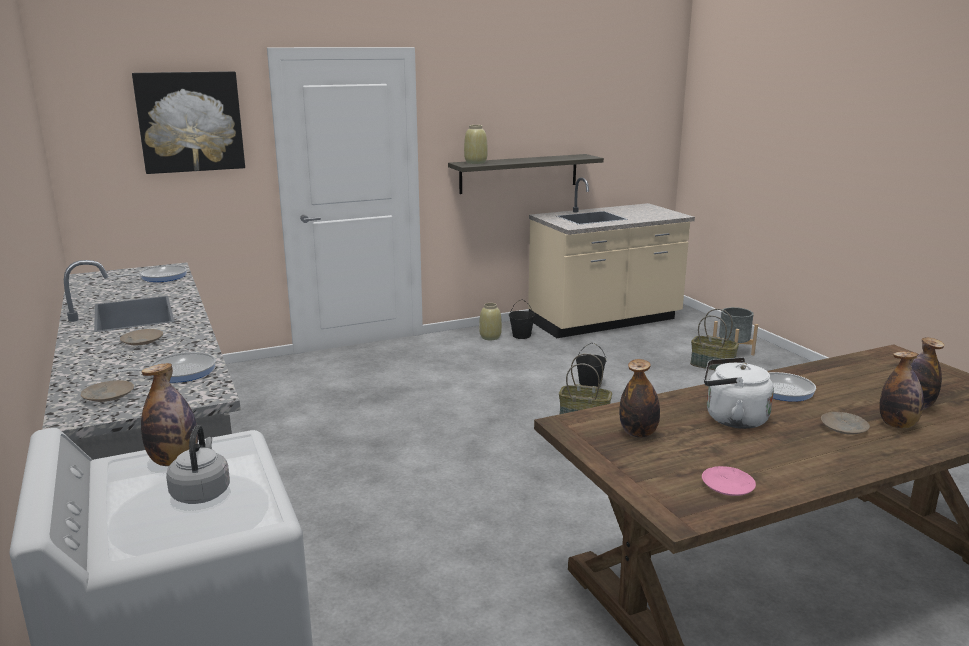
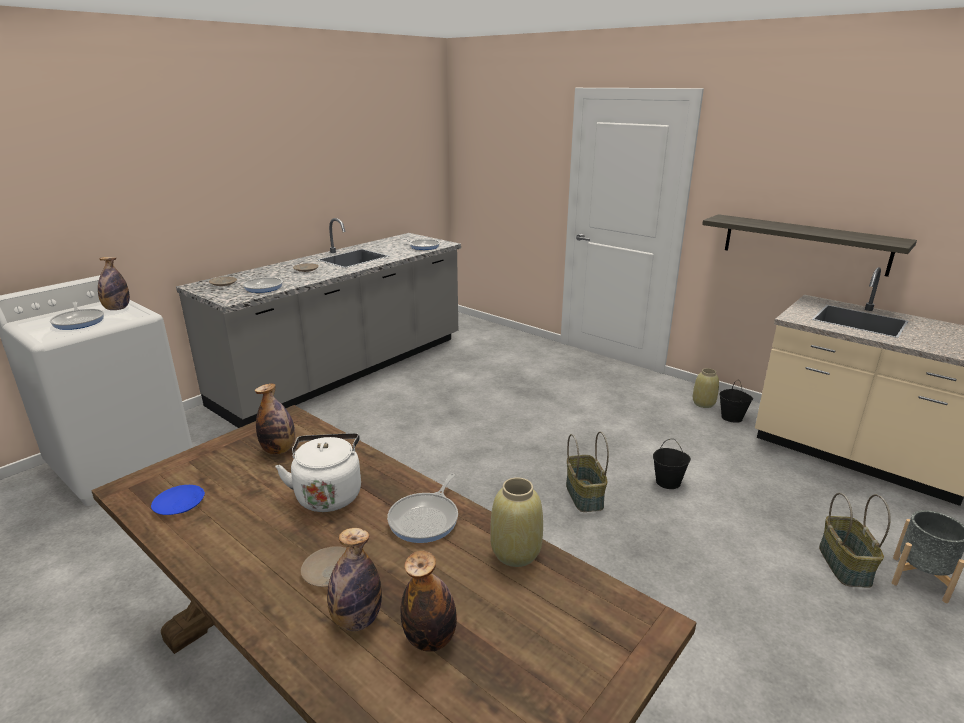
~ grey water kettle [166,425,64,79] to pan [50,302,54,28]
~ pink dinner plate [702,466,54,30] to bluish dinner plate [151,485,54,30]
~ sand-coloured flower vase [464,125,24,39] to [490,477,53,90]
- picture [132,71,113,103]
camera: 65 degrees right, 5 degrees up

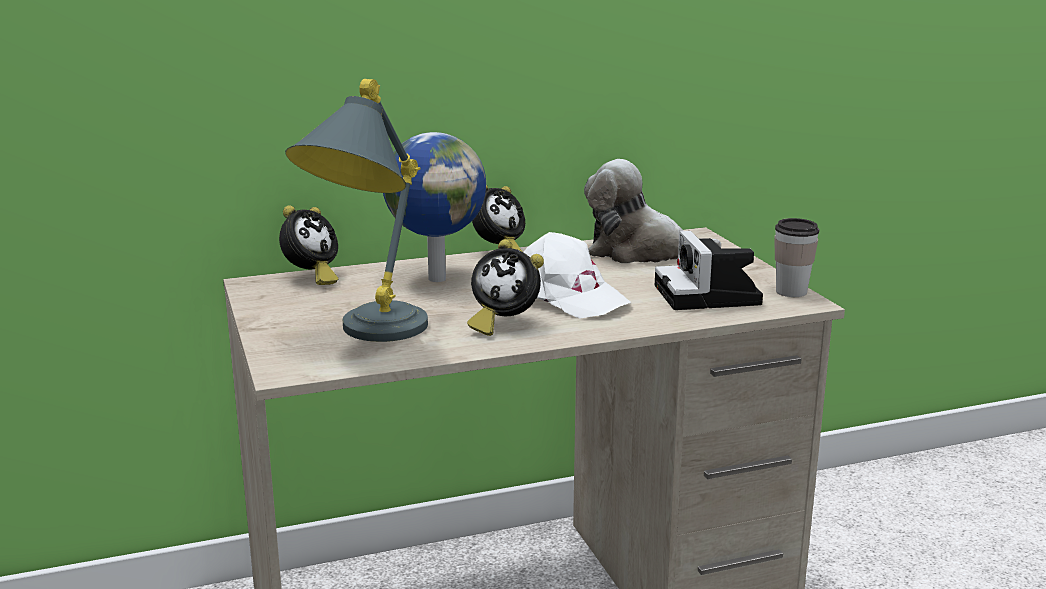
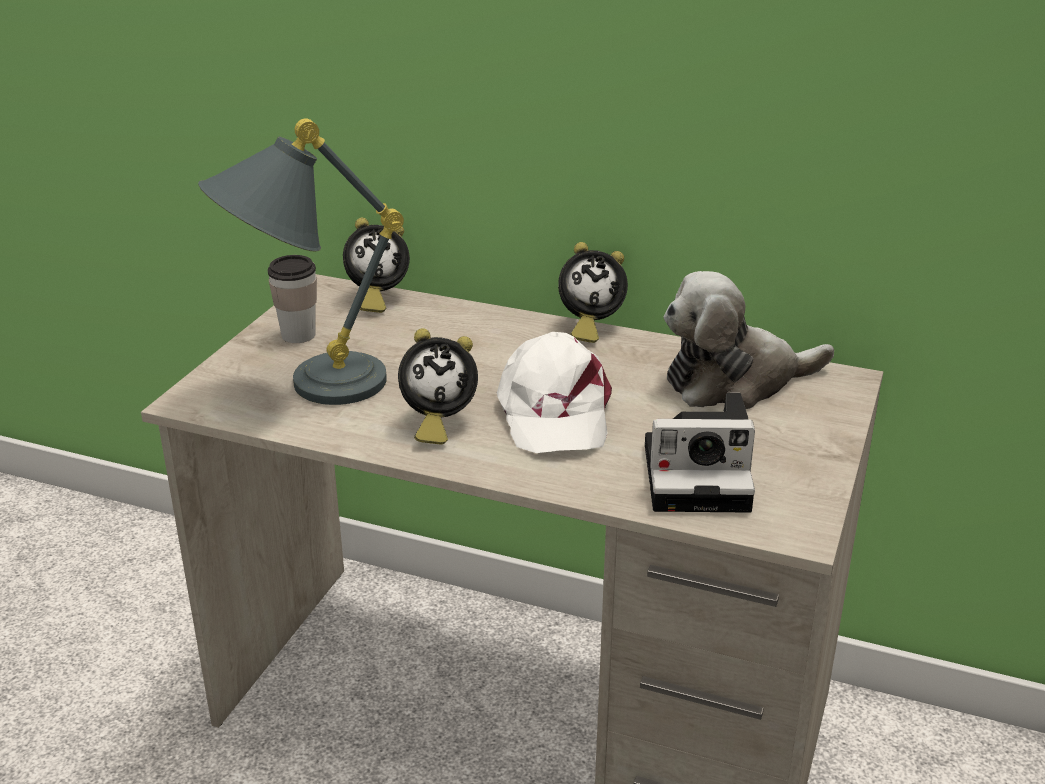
~ cup [775,218,44,79] to [268,255,49,88]
~ table clock [467,239,77,97] = [398,328,80,116] 75 degrees counterclockwise
~ still camera [655,231,108,79] = [645,393,110,120] 120 degrees counterclockwise
~ cuddly toy [584,159,137,104] = [664,271,170,138] 75 degrees counterclockwise
- world globe [383,132,103,150]
camera: 40 degrees right, 10 degrees up

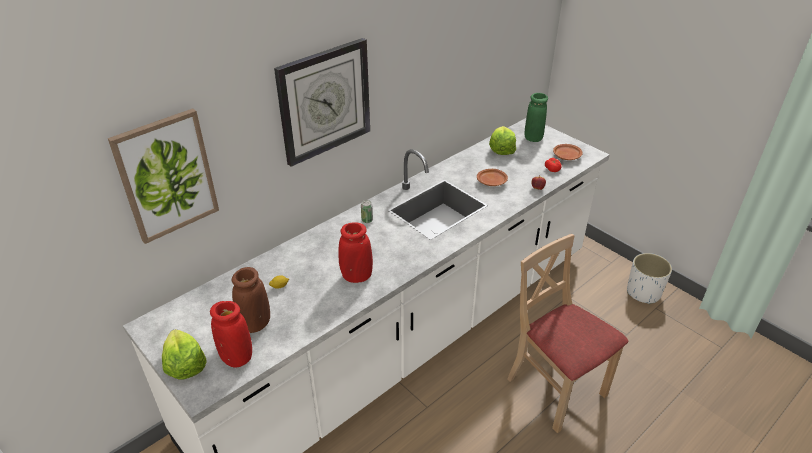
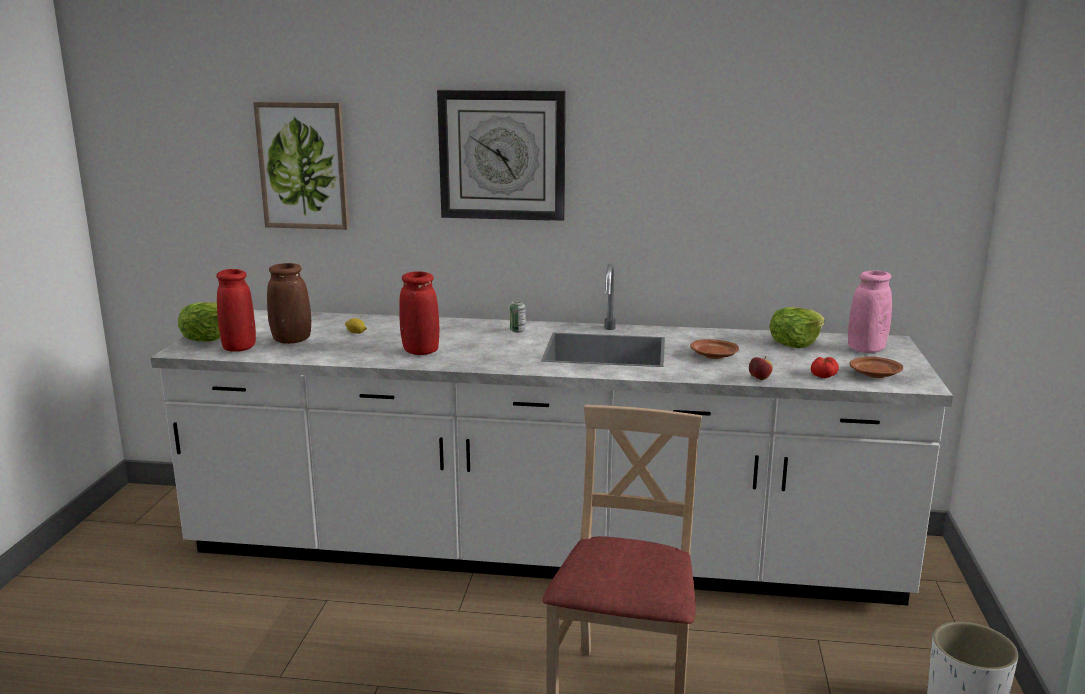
~ green flower vase [525,93,23,49] to pink flower vase [848,271,44,82]
camera: 50 degrees right, 20 degrees down

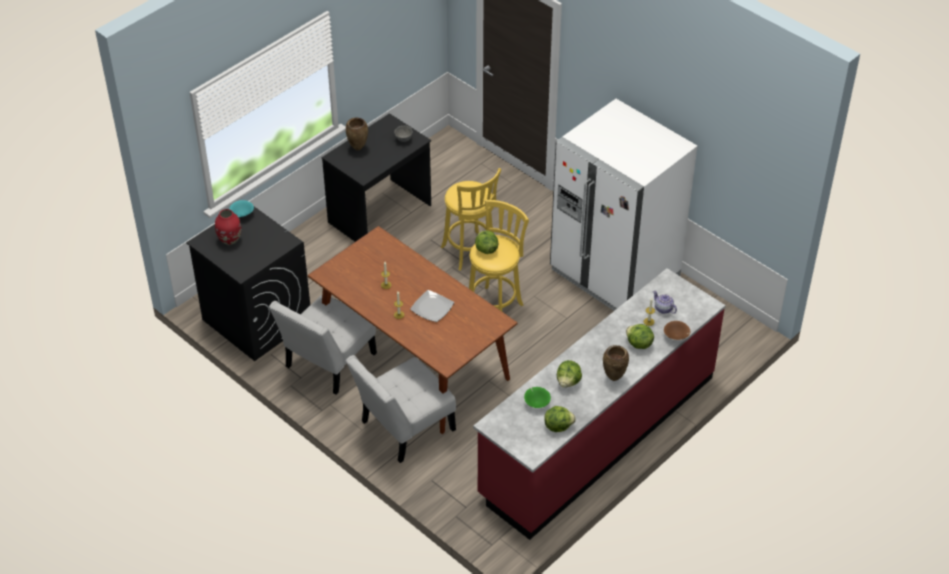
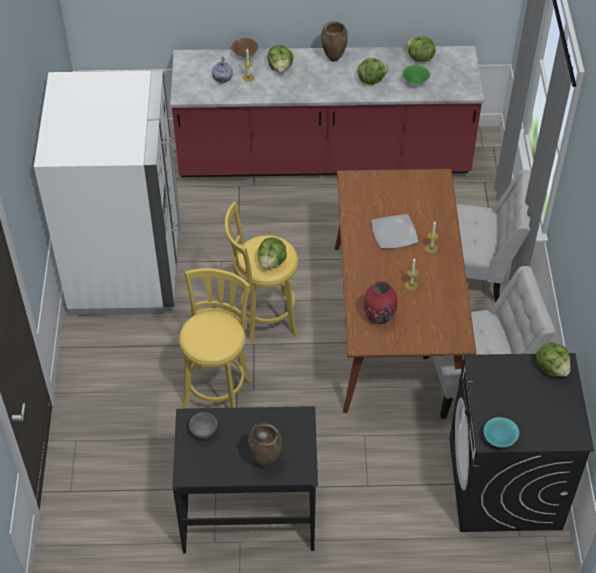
~ red-coloured flower vase [215,209,26,36] to [364,281,33,43]
+ head of lettuce [536,342,35,35]
camera: 135 degrees left, 5 degrees up

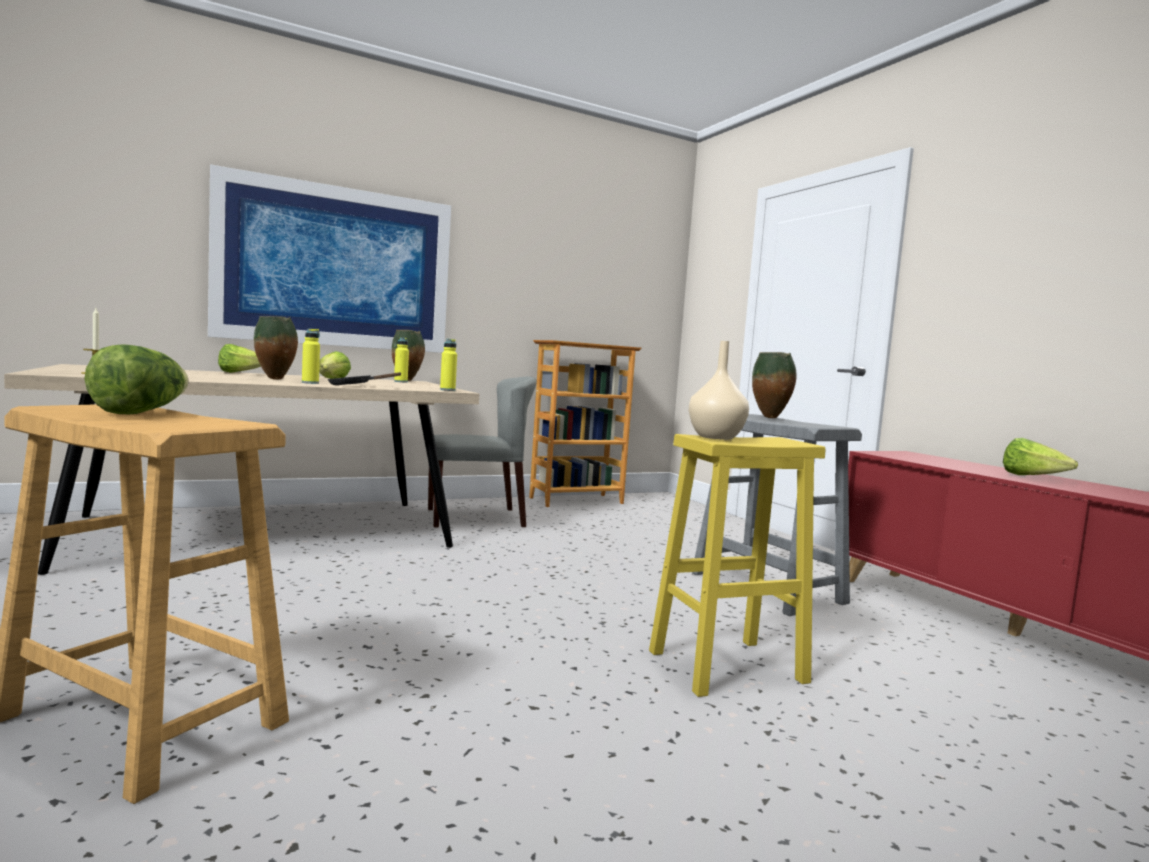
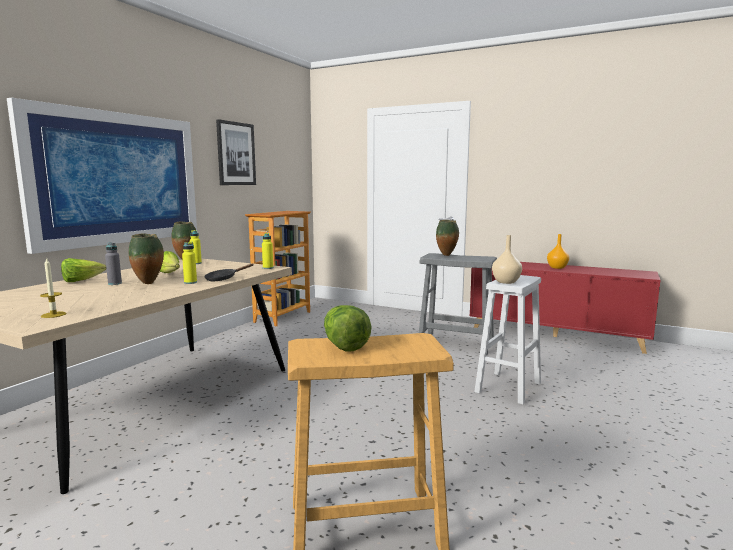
+ grey drink bottle [105,243,17,42]
+ picture [216,119,40,66]
~ yellow stool [649,434,176,263] to white stool [474,275,67,130]
~ head of lettuce [1003,438,75,37] to orange-coloured flower vase [547,234,22,35]
- grey chair [428,377,109,150]
camera: 35 degrees left, 5 degrees up

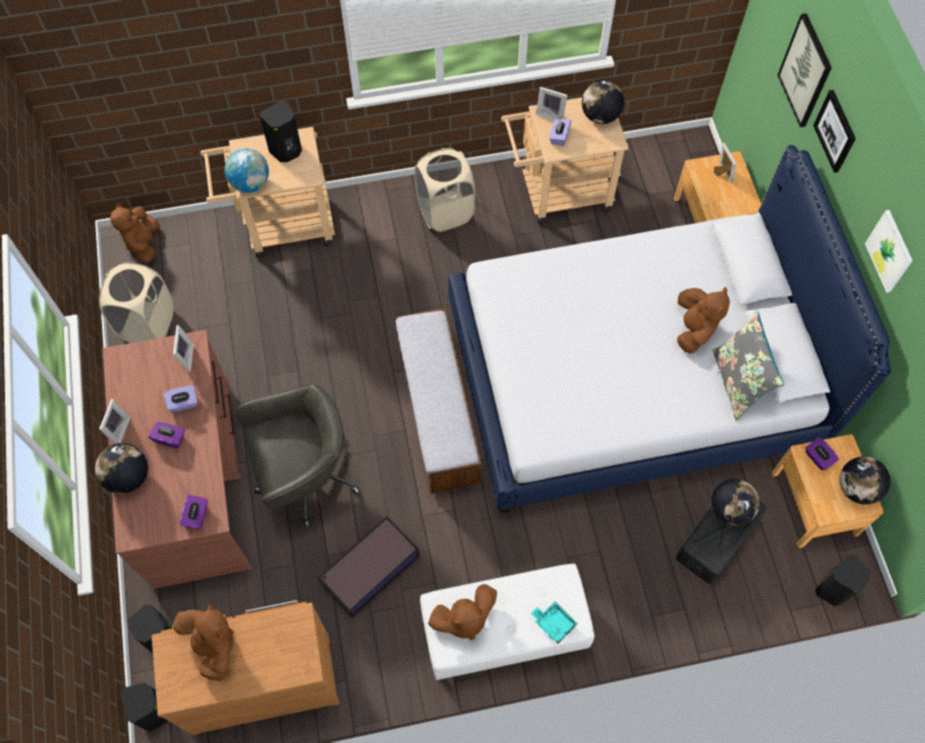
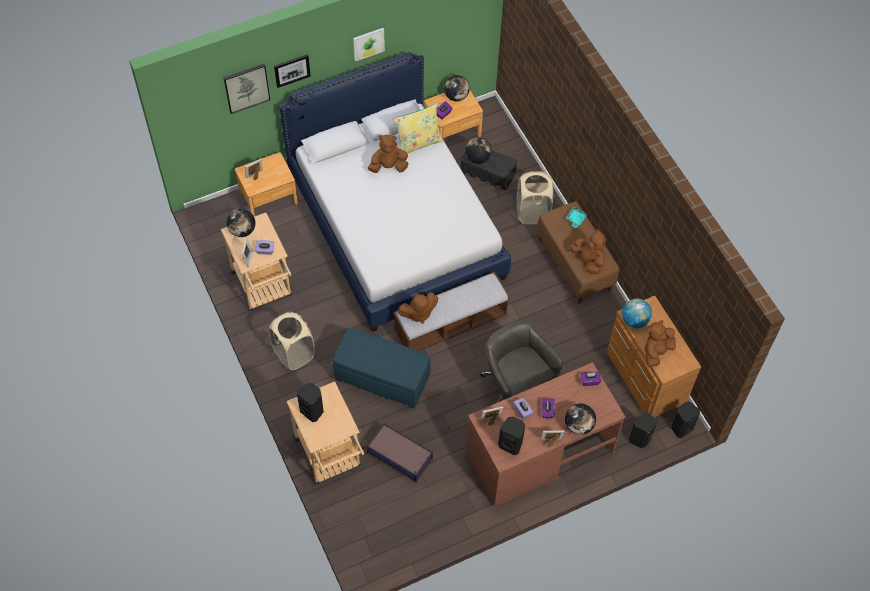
+ bluish footrest [333,328,98,81]
~ storage bin [318,516,102,102] to [367,423,66,59]
~ grey cushion [712,310,72,111] to yellow cushion [393,103,50,51]
~ brownish cuddly toy [110,203,50,60] to [398,292,40,32]
~ black loudspeaker [815,555,55,51] to [498,417,27,38]
~ sand-coloured hamper [99,262,75,81] to [517,171,36,54]
~ white bench [420,564,174,116] to brownish bench [537,201,82,103]
~ world globe [225,148,44,45] to [622,298,30,30]
camera: 105 degrees left, 5 degrees down

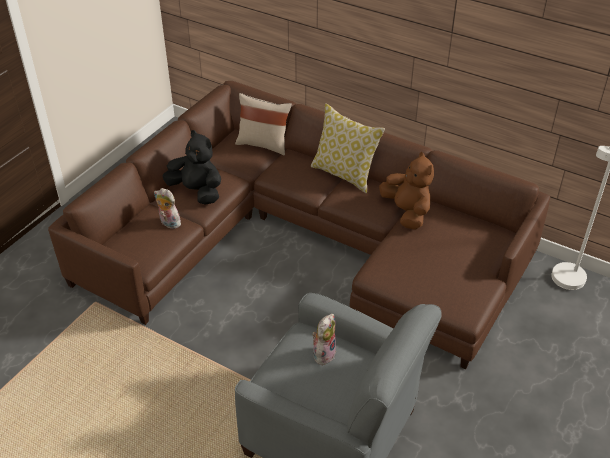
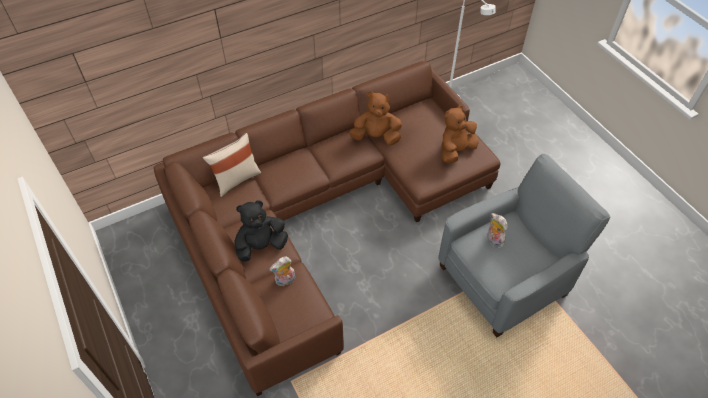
+ brownish cuddly toy [441,105,37,58]
- cushion [311,103,74,90]
camera: 60 degrees left, 10 degrees up

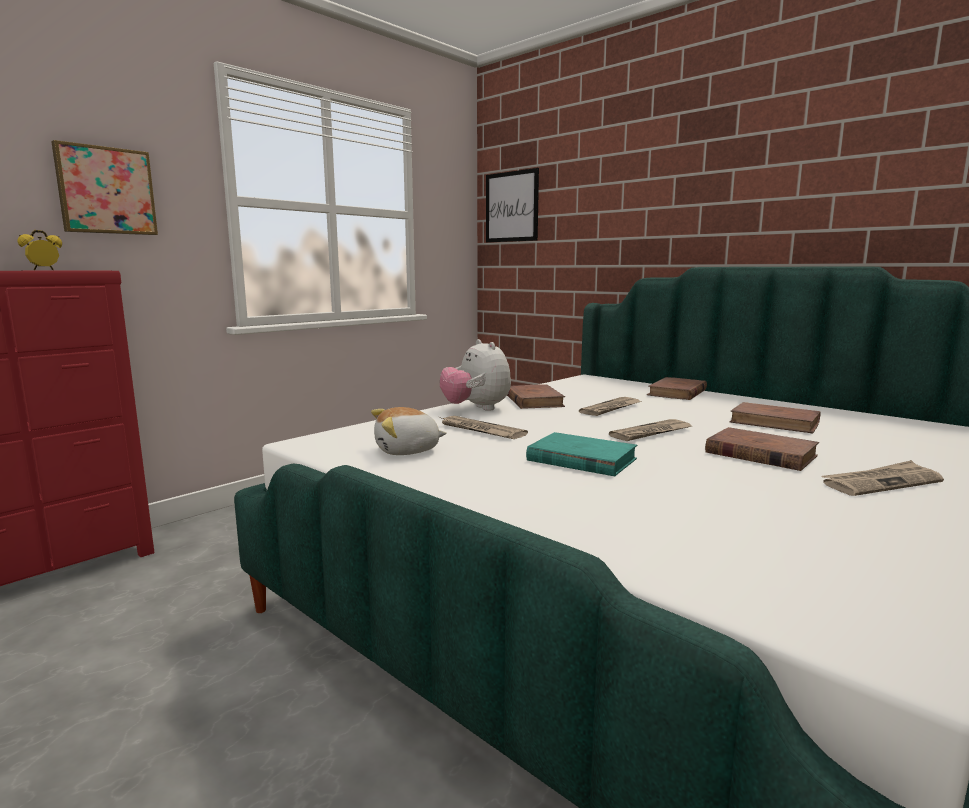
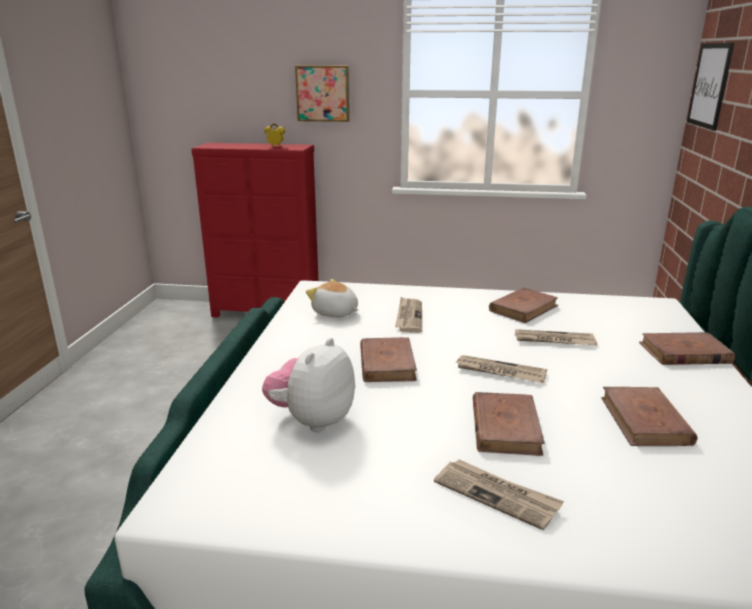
~ cuddly toy [440,339,71,72] to [262,338,93,94]
~ blue-green book [526,432,111,44] to brownish book [360,337,57,45]
camera: 55 degrees right, 10 degrees up

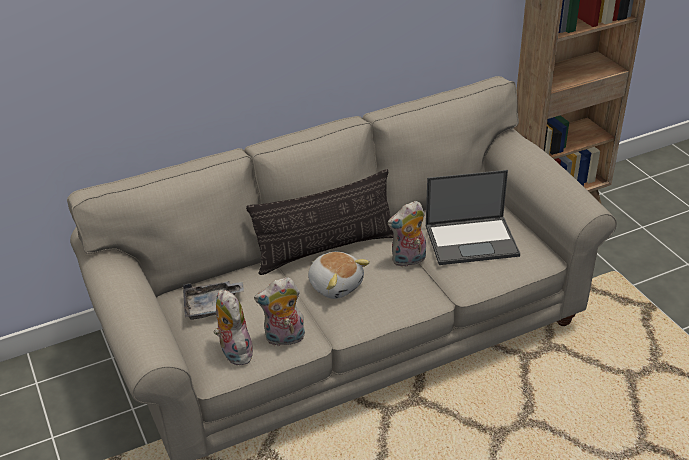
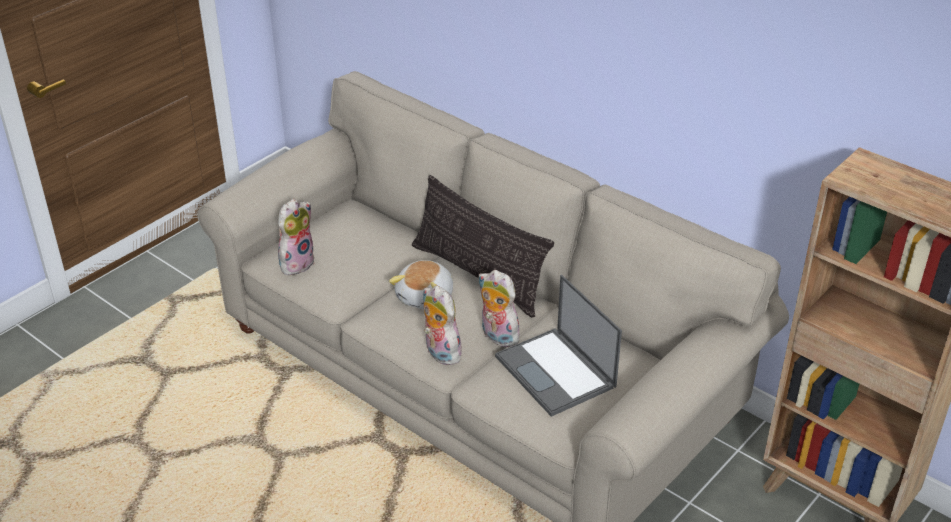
~ cuddly toy [254,277,51,70] to [423,286,39,79]
- grey serving tray [183,281,61,39]
camera: 65 degrees right, 0 degrees up

